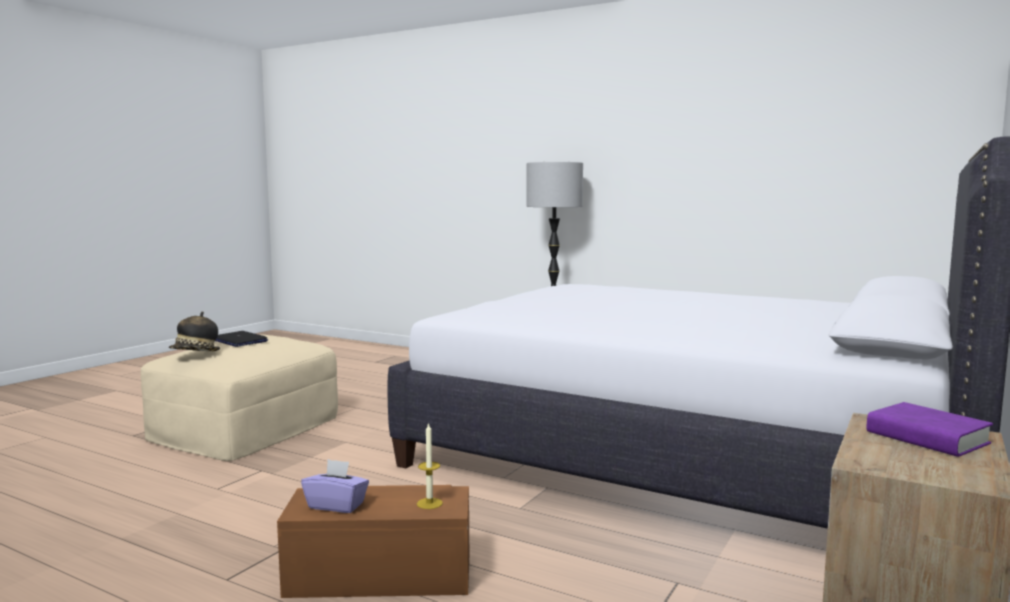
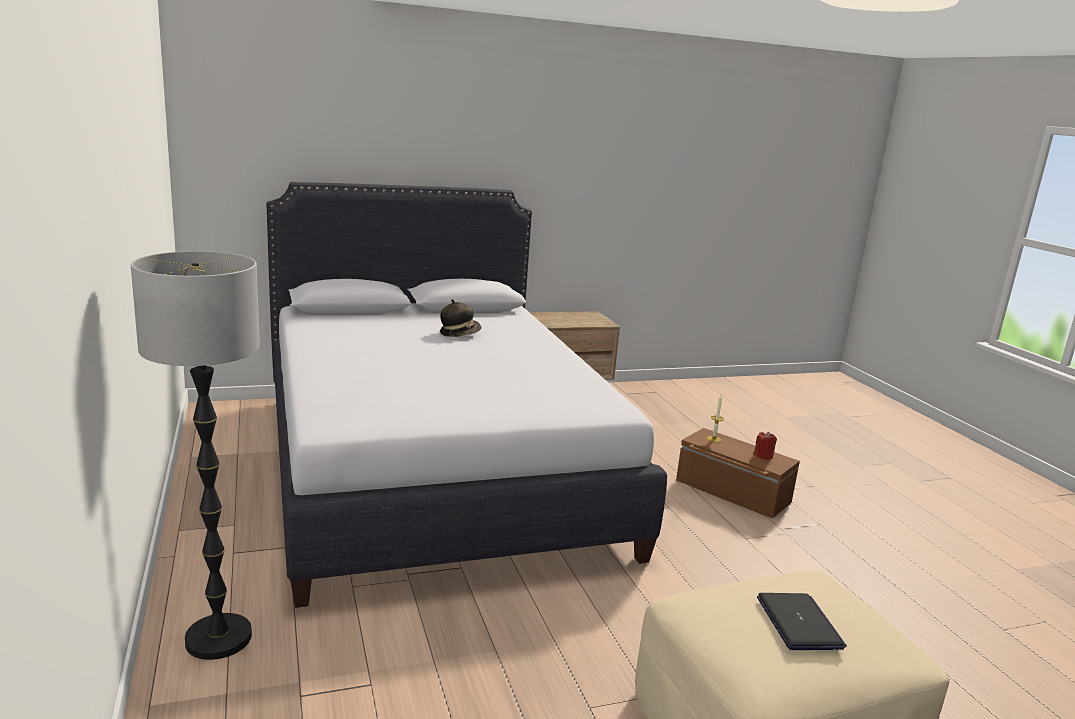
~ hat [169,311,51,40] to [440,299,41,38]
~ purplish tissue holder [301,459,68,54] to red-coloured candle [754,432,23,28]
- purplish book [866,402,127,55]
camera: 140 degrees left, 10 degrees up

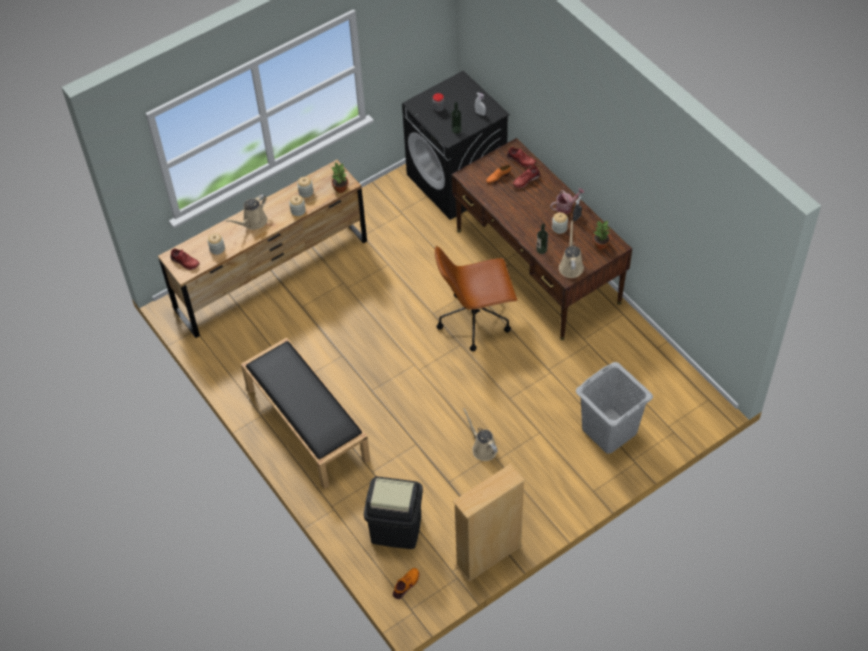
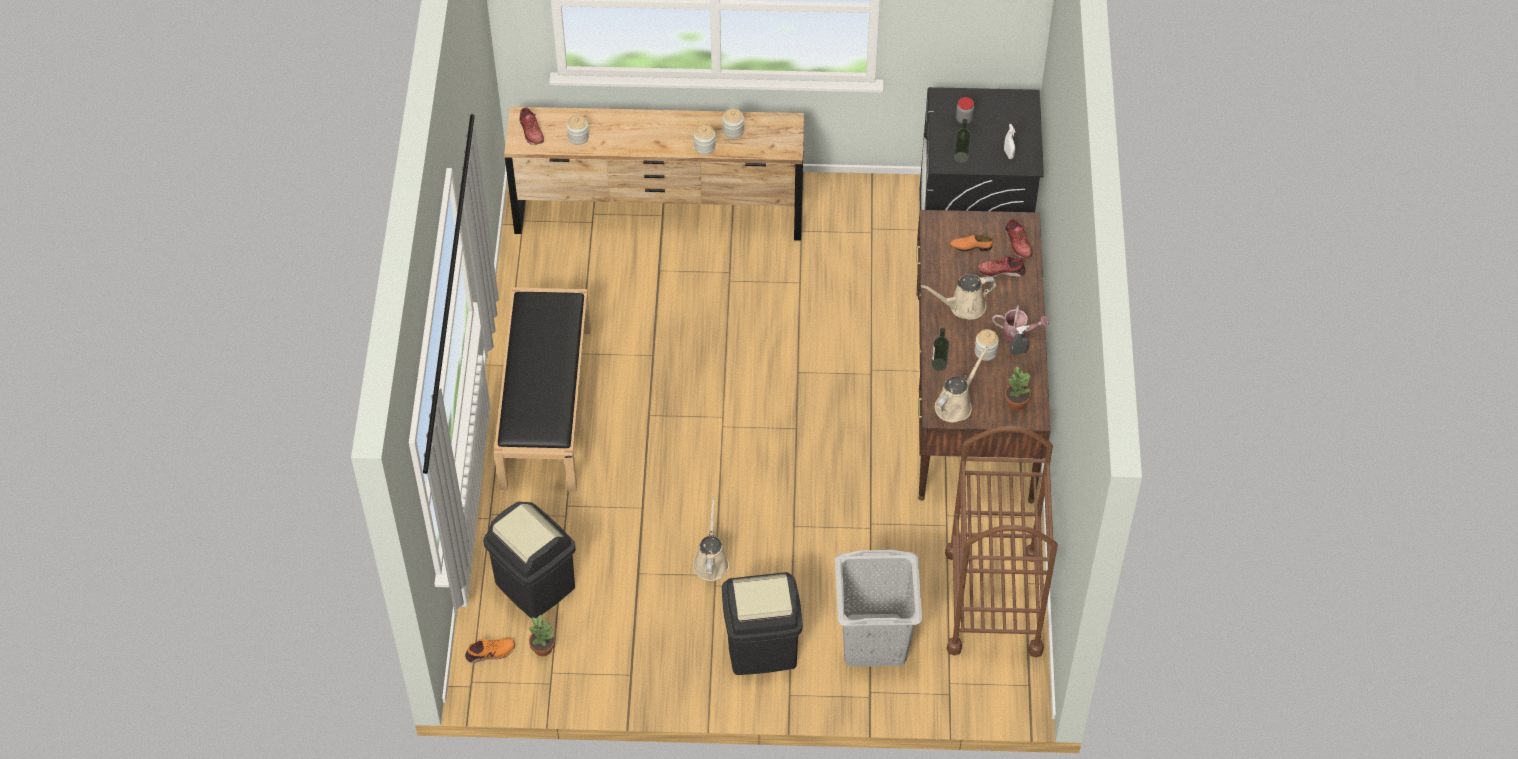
~ houseplant [331,162,17,31] to [528,615,27,41]
+ black waste bin [722,572,80,103]
~ sand-coloured watering can [226,194,41,36] to [921,274,76,46]
+ brownish wheeled cart [945,426,113,231]
- brownish office chair [435,246,82,105]
- sand-coloured bookshelf [453,464,72,118]
camera: 35 degrees right, 0 degrees up

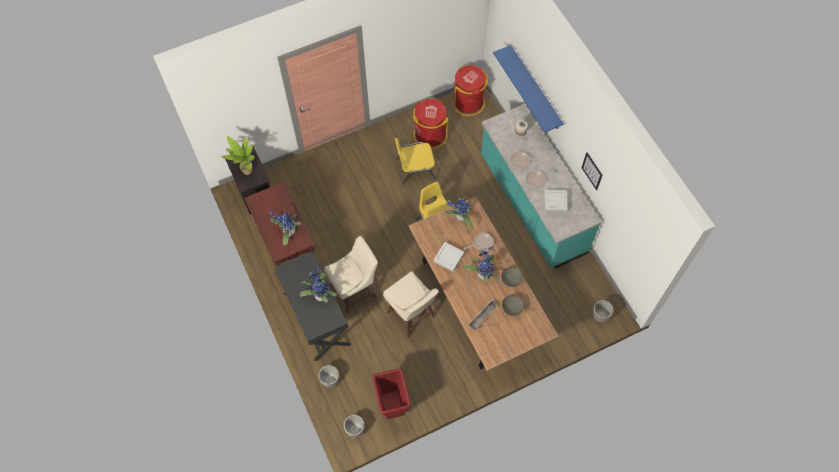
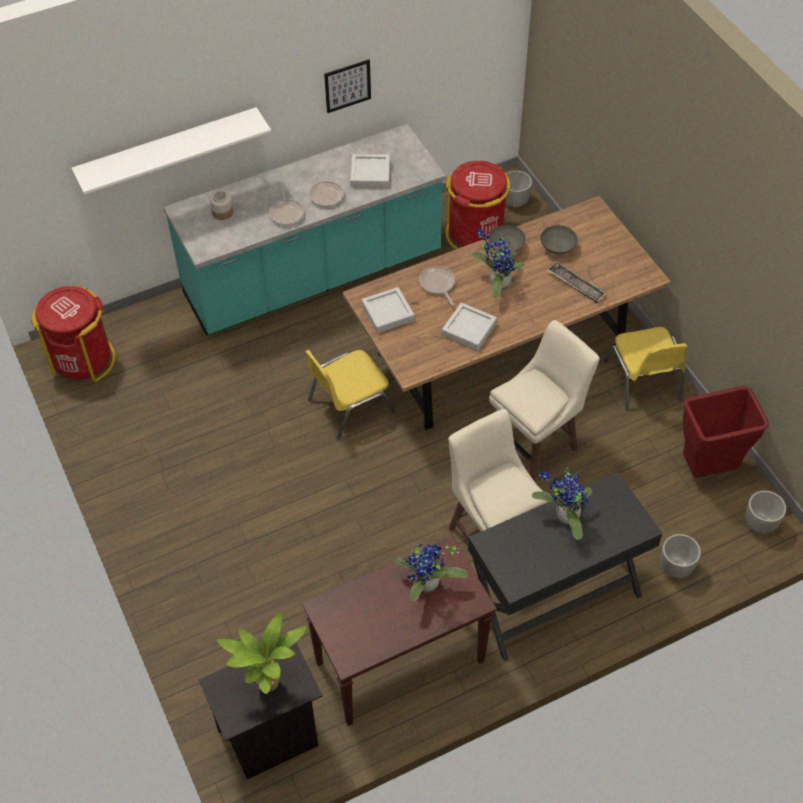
~ bluish wall shelf [493,45,71,87] to white wall shelf [71,107,200,88]
~ houseplant [444,197,29,31] to grey serving tray [362,287,52,46]
~ red-coloured waste bin [413,98,36,52] to [445,161,65,89]
~ yellow chair [395,138,41,47] to [604,327,84,84]
camera: 90 degrees left, 10 degrees down

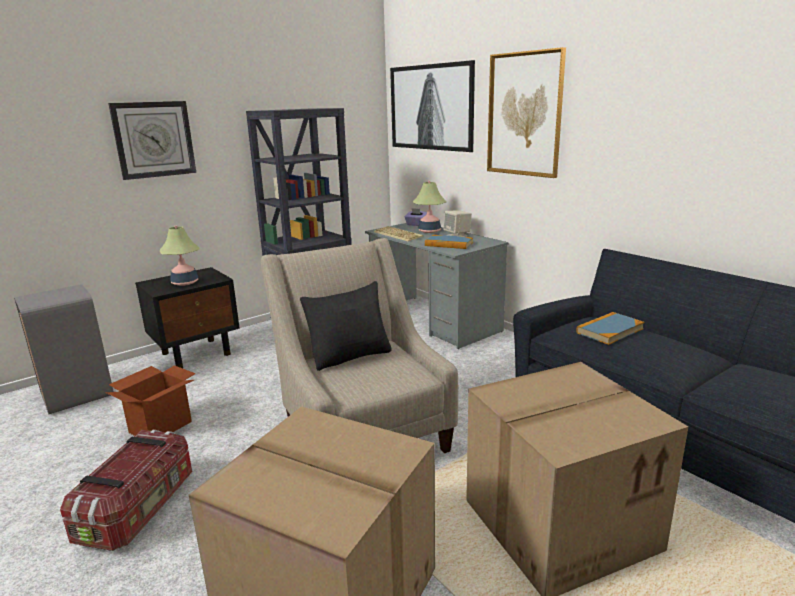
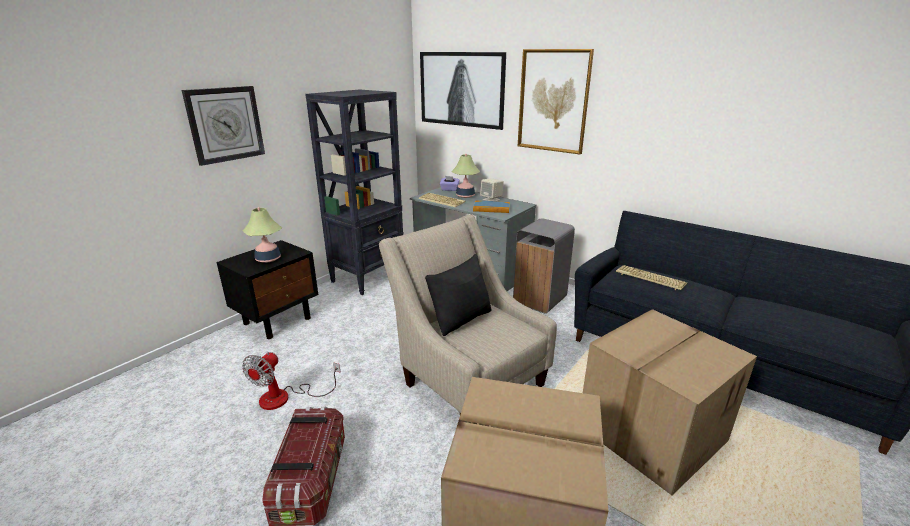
~ cardboard box [106,365,90,71] to electric fan [242,352,98,58]
~ grey waste bin [14,284,100,130] to [513,218,62,96]
~ book [576,312,68,33] to PC keyboard [616,265,71,25]
camera: 15 degrees left, 5 degrees up

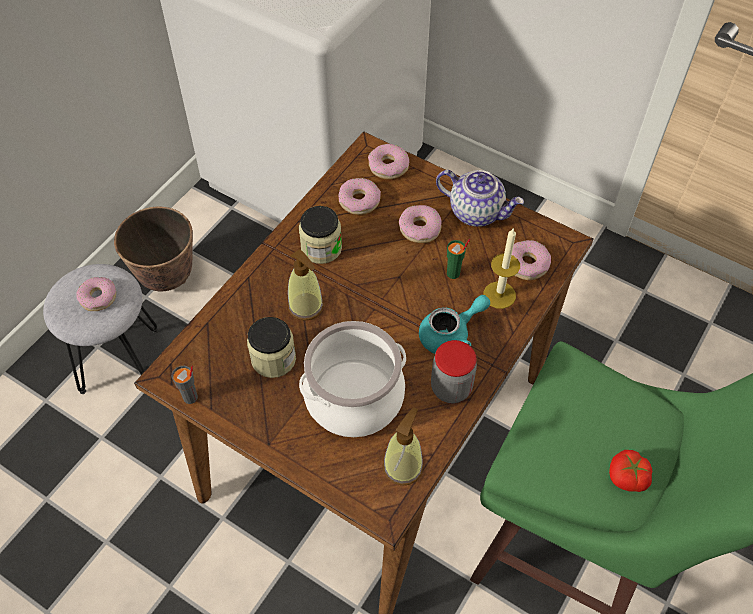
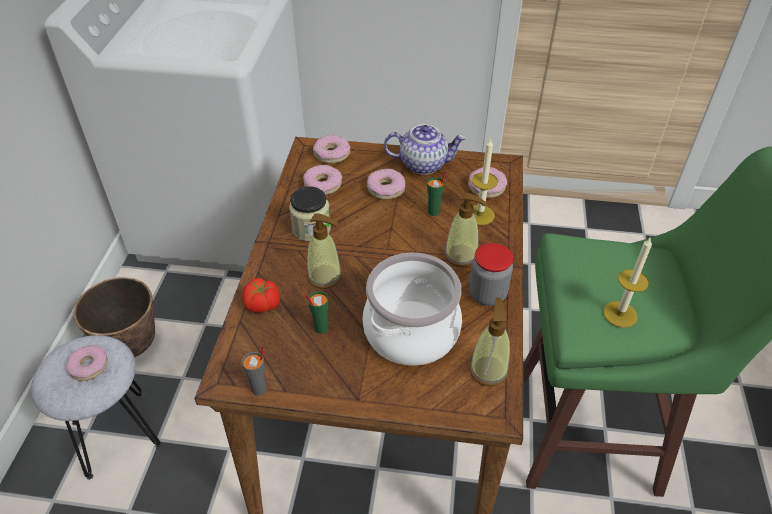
~ fresh tomato [609,450,43,42] to [242,278,38,35]
~ preserve jar [247,317,49,61] to green cup [306,291,23,43]
~ blue-green tea pot [419,295,71,59] to soap dispenser [444,193,42,74]
+ candle [603,237,49,91]
camera: 25 degrees left, 10 degrees down

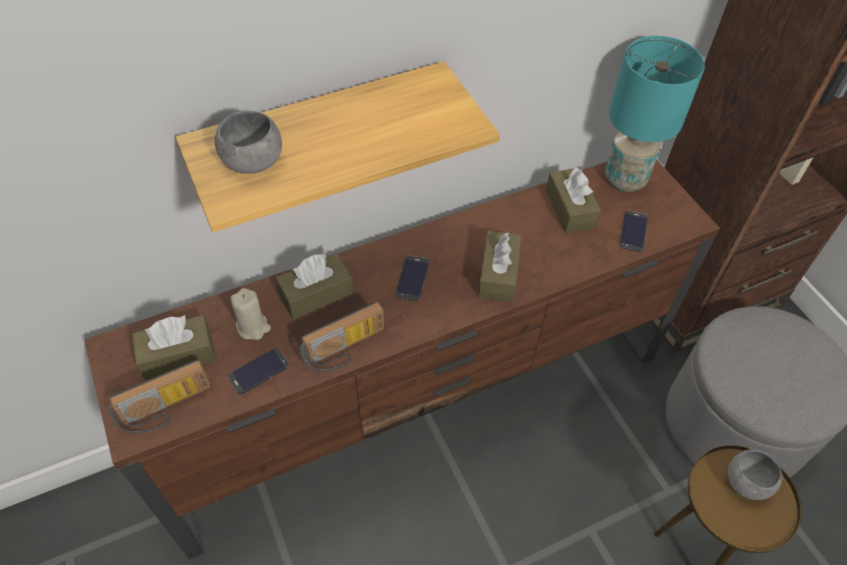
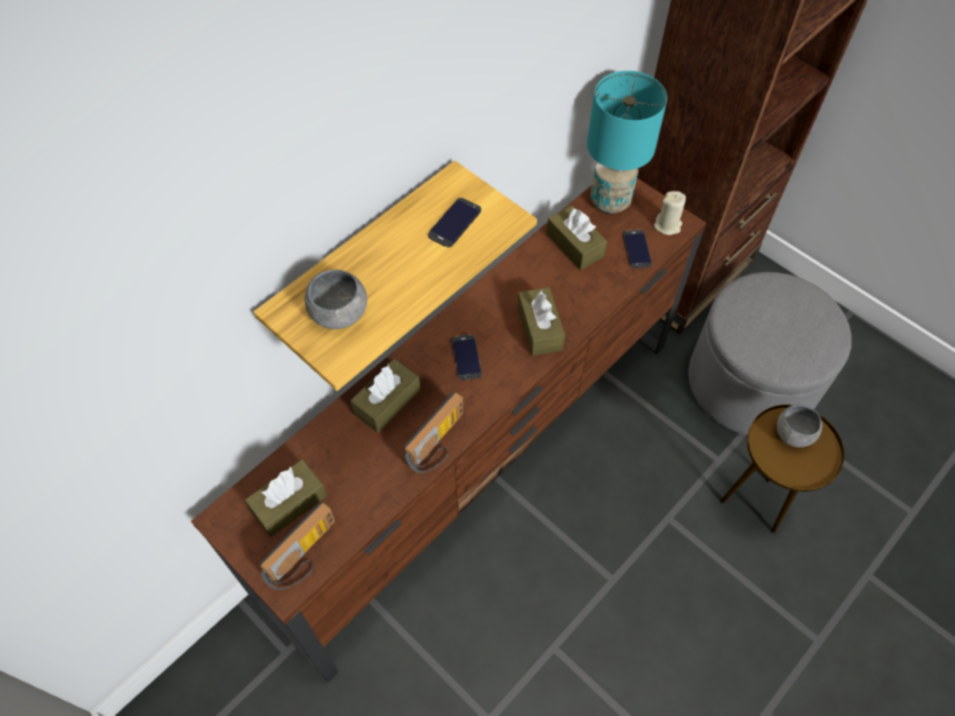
~ handset [227,348,62,47] to [428,198,53,49]
~ sand-coloured candle [231,288,40,52] to [654,191,32,44]
camera: 20 degrees left, 5 degrees up

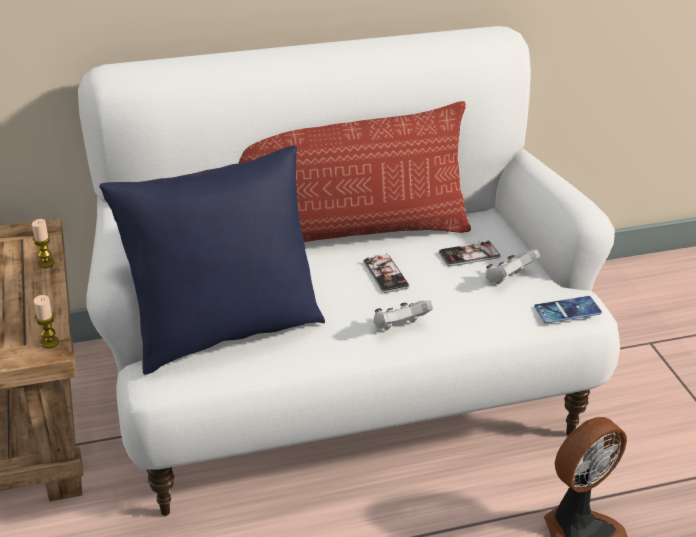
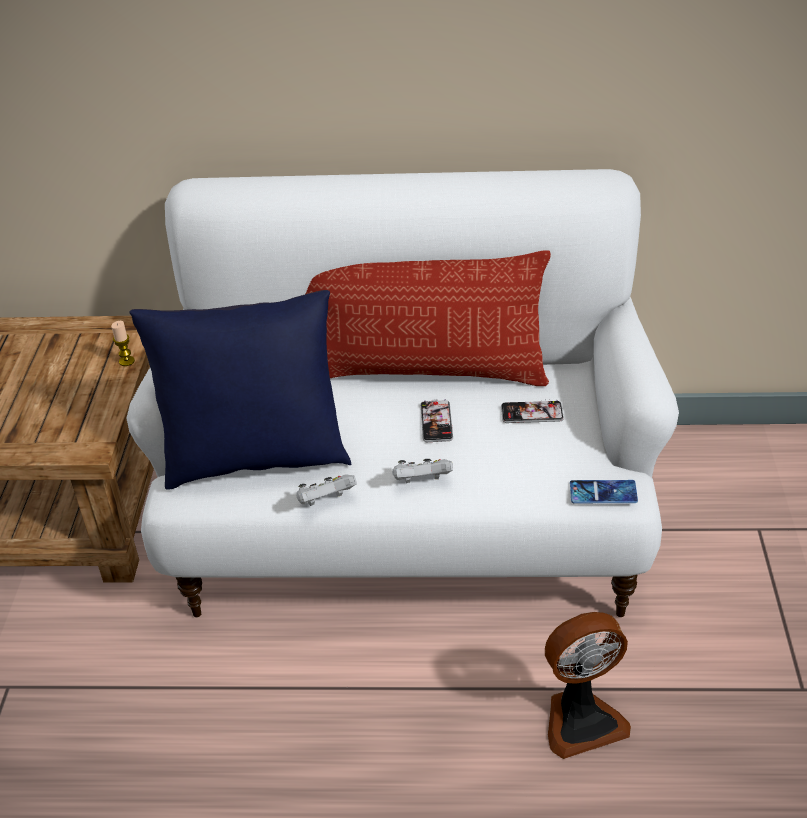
~ white joypad [486,250,54,34] to [296,475,61,31]
- candle [34,295,25,53]
camera: 20 degrees right, 5 degrees up

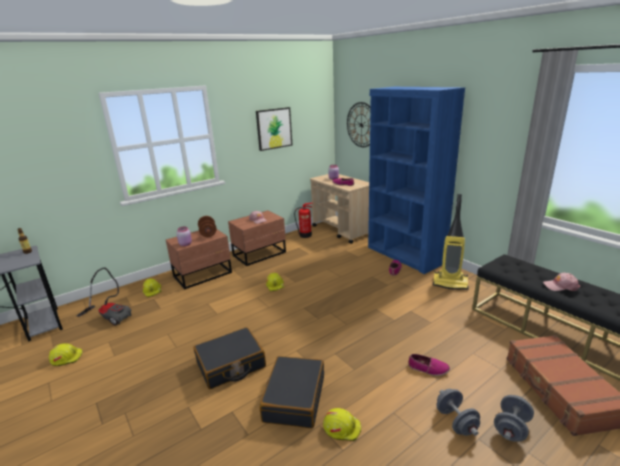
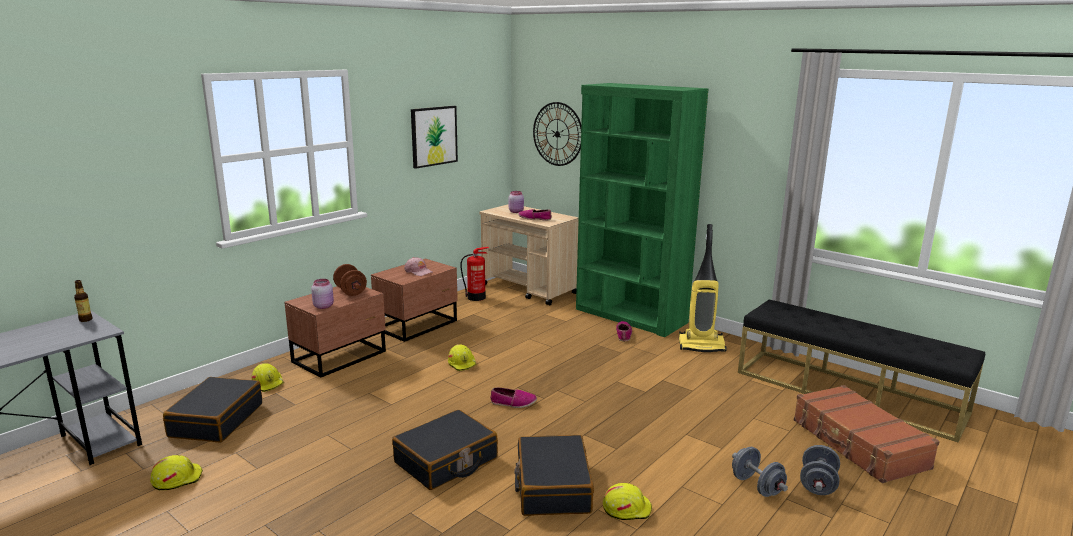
~ vacuum cleaner [77,267,54,59] to black suitcase [163,377,99,65]
~ item of footwear [408,354,42,22] to [490,388,47,20]
~ bluish bookshelf [368,87,97,187] to green bookshelf [576,83,133,254]
- pink peaked cap [543,273,37,18]
camera: 15 degrees left, 5 degrees down

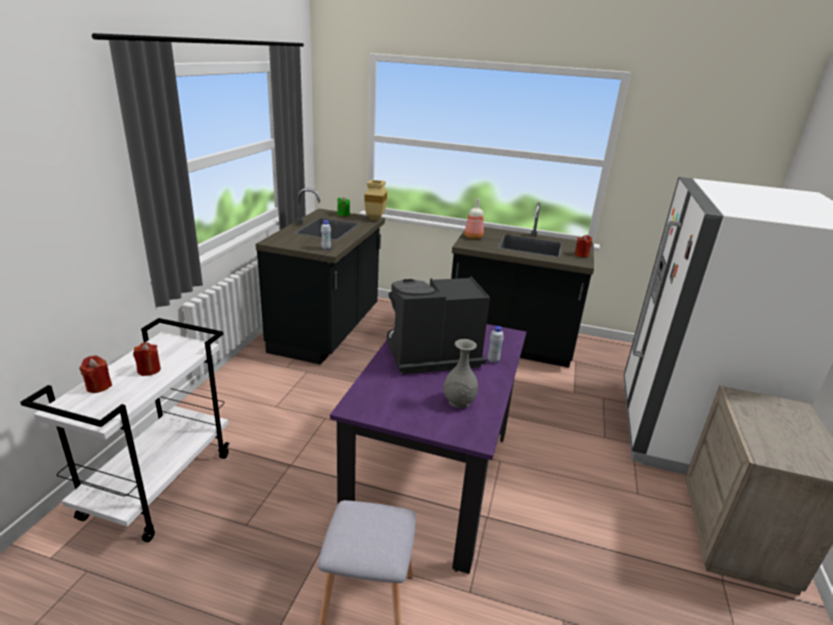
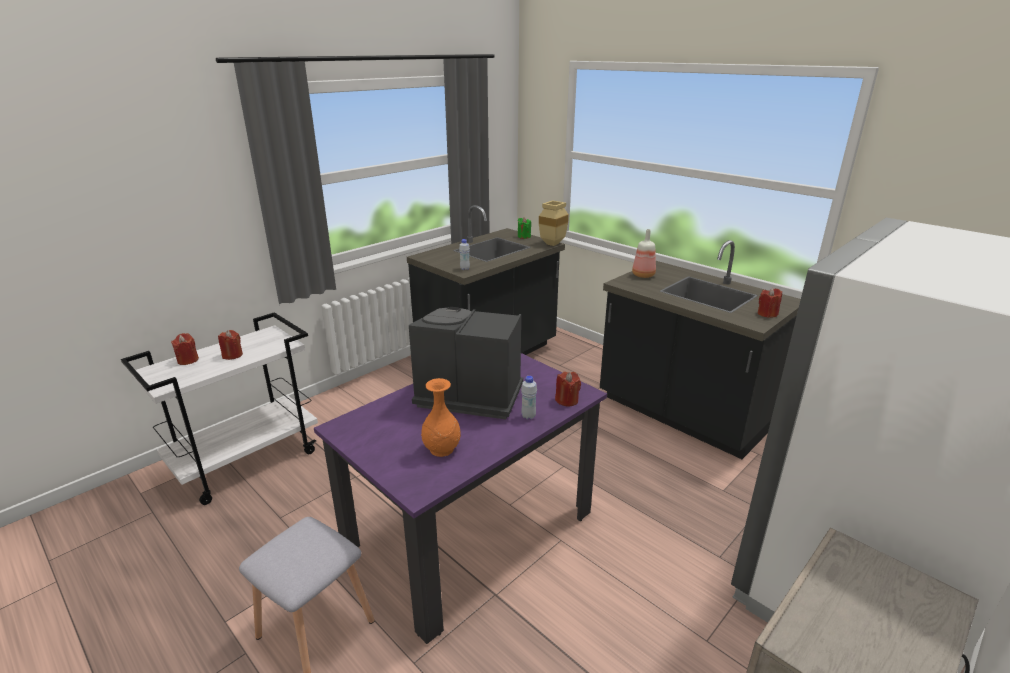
~ grey flower vase [443,339,35,69] to orange-coloured flower vase [421,378,40,79]
+ red-coloured candle [555,372,26,34]
camera: 30 degrees right, 0 degrees up

